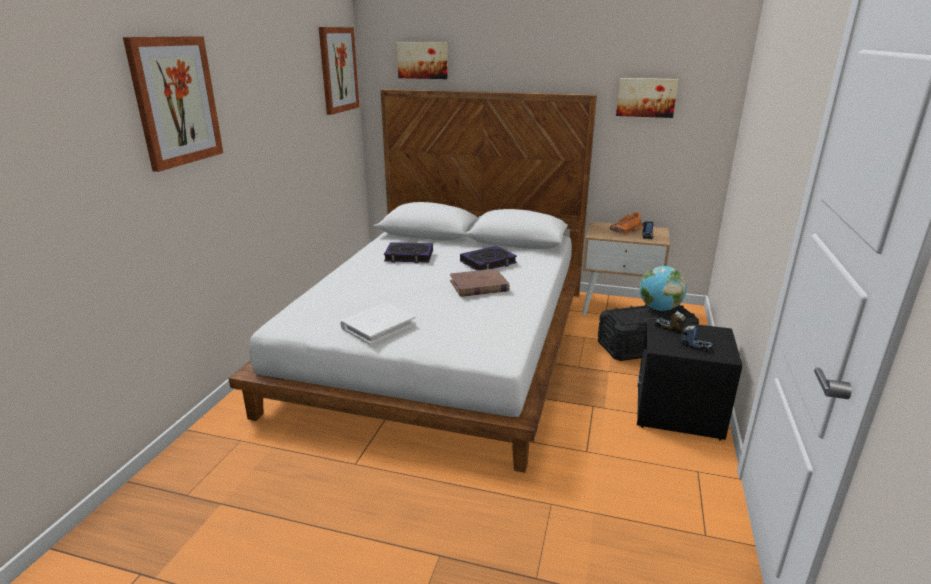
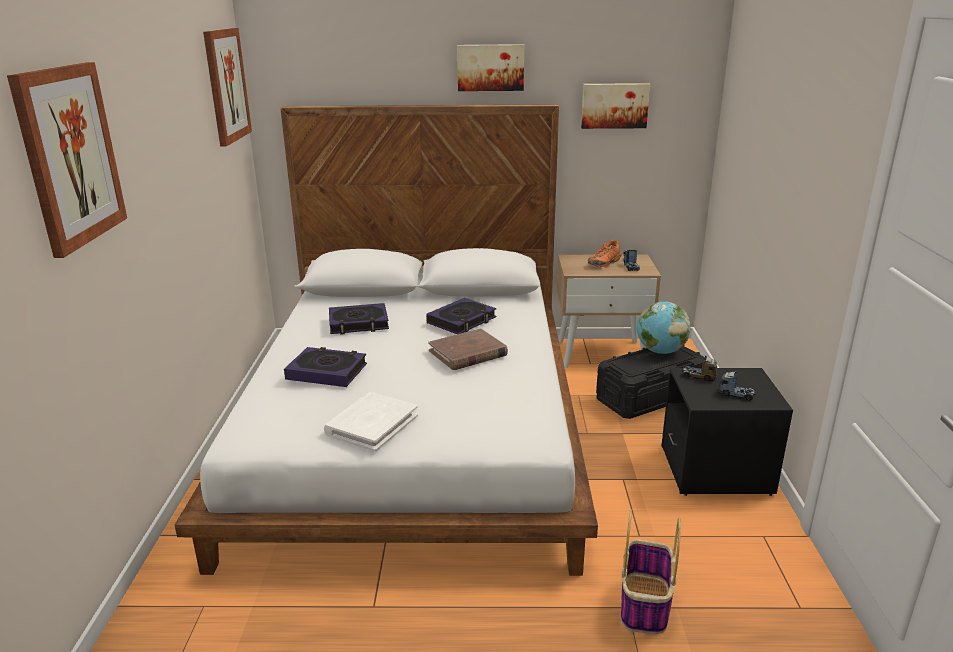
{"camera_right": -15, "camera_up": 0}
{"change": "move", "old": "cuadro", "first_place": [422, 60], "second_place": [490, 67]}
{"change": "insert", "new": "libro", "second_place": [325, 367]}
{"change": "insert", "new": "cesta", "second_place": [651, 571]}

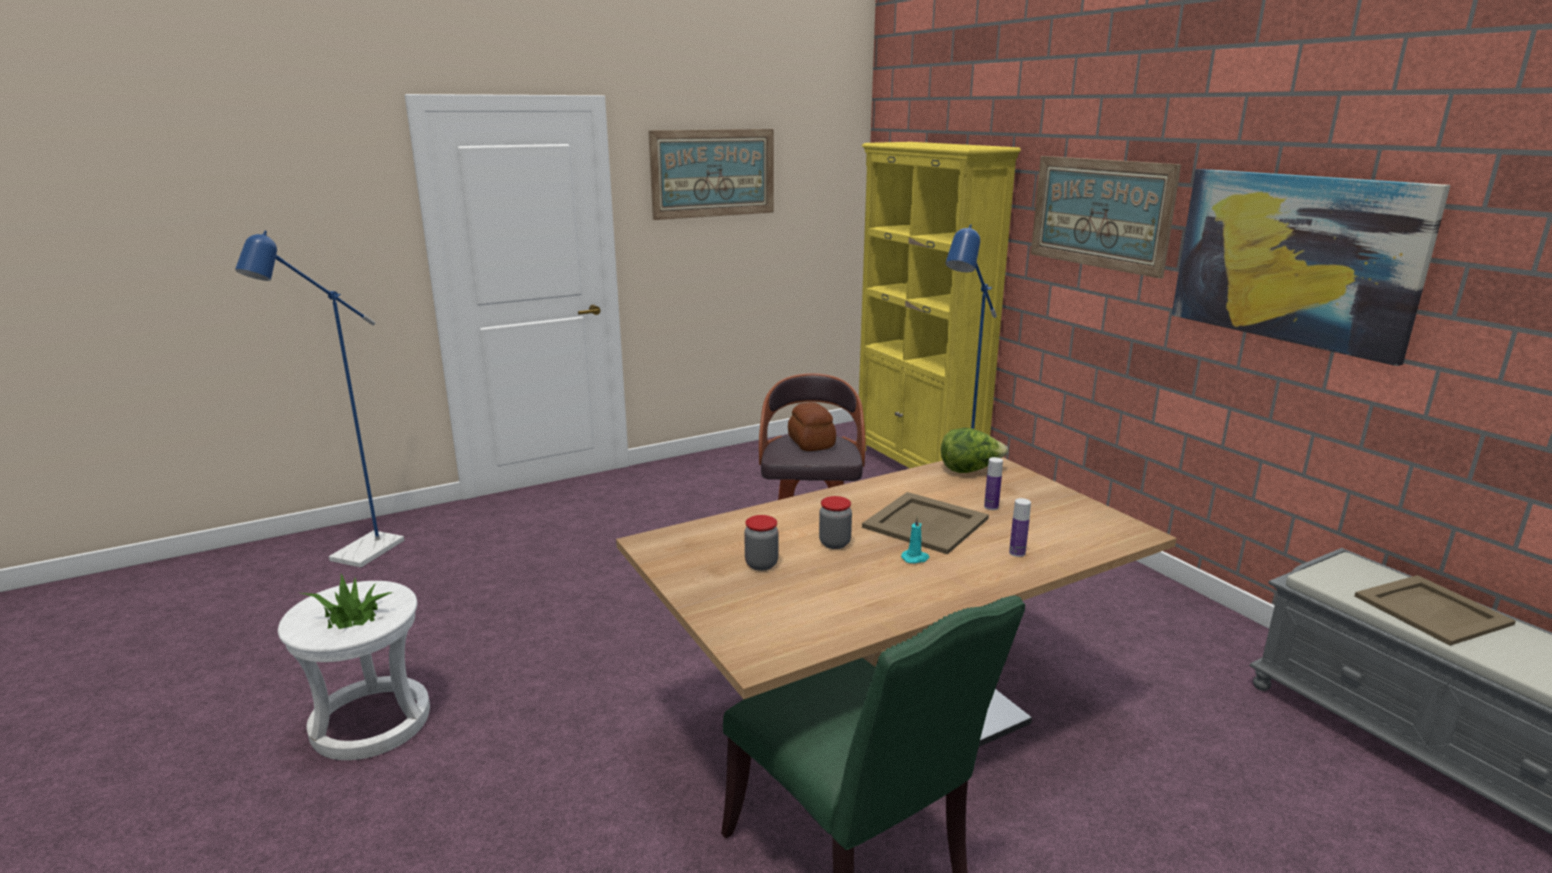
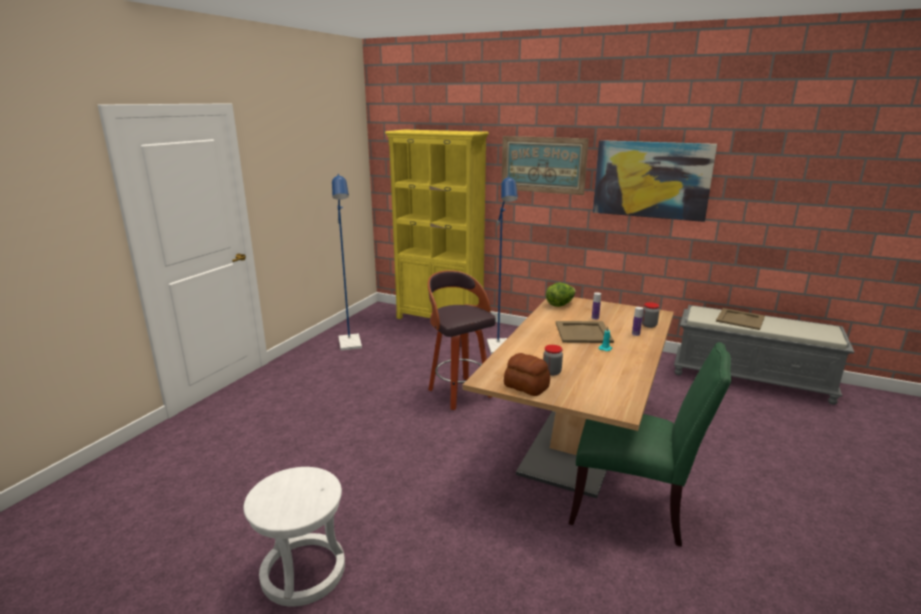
{"camera_right": -35, "camera_up": 0}
{"change": "move", "old": "lámpara de pie (azul)", "first_place": [320, 398], "second_place": [347, 262]}
{"change": "delete", "old": "planta en maceta", "first_place": [347, 601]}
{"change": "delete", "old": "cuadro", "first_place": [711, 174]}
{"change": "move", "old": "pan", "first_place": [812, 426], "second_place": [527, 374]}
{"change": "move", "old": "tarro", "first_place": [835, 522], "second_place": [651, 315]}

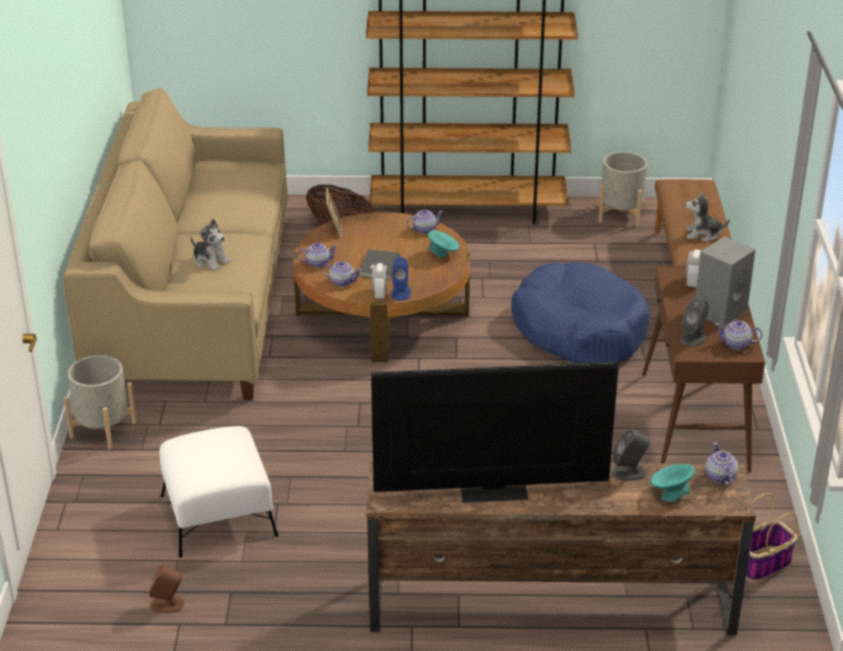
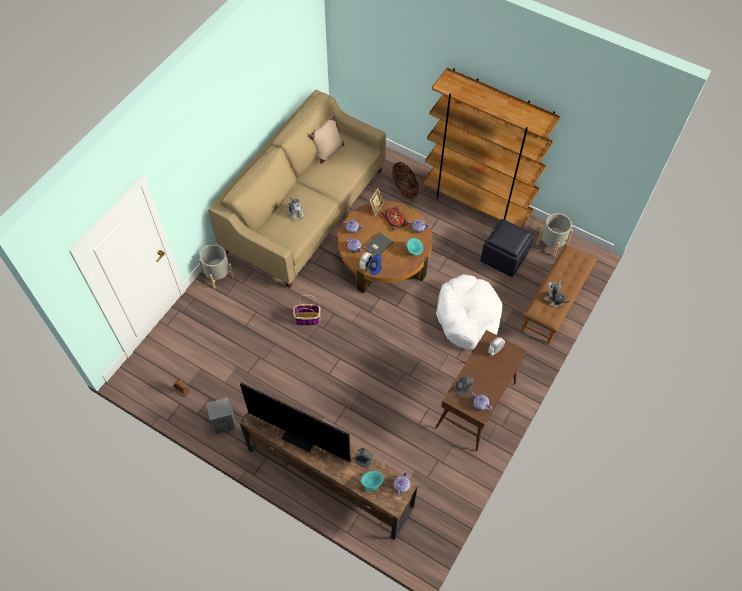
{"camera_right": 30, "camera_up": 25}
{"change": "delete", "old": "puf (blanco)", "first_place": [218, 492]}
{"change": "recolor", "old": "cama para perro (azul)", "new": "cama para perro (blanco)", "first_place": [580, 312], "second_place": [469, 312]}
{"change": "move", "old": "altavoz (gris)", "first_place": [725, 282], "second_place": [221, 416]}
{"change": "move", "old": "cesta", "first_place": [771, 537], "second_place": [306, 310]}
{"change": "insert", "new": "cojín (beis)", "second_place": [327, 139]}
{"change": "insert", "new": "libro", "second_place": [395, 218]}
{"change": "insert", "new": "puf (negro)", "second_place": [507, 248]}

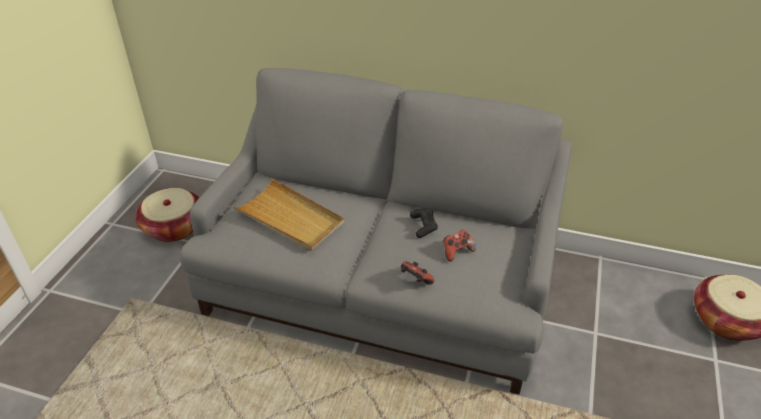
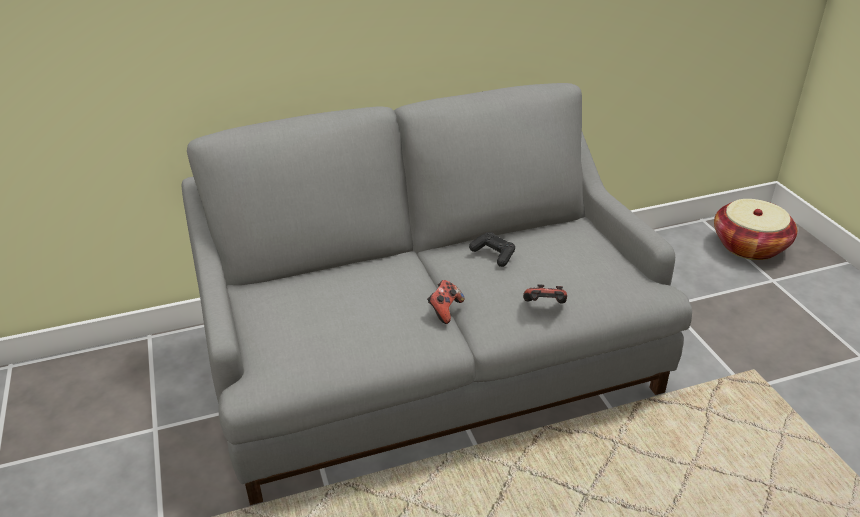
{"camera_right": -35, "camera_up": -5}
{"change": "delete", "old": "cesta", "first_place": [167, 215]}
{"change": "delete", "old": "bandeja (beis)", "first_place": [288, 214]}
{"change": "move", "old": "mando de consola", "first_place": [459, 245], "second_place": [445, 302]}

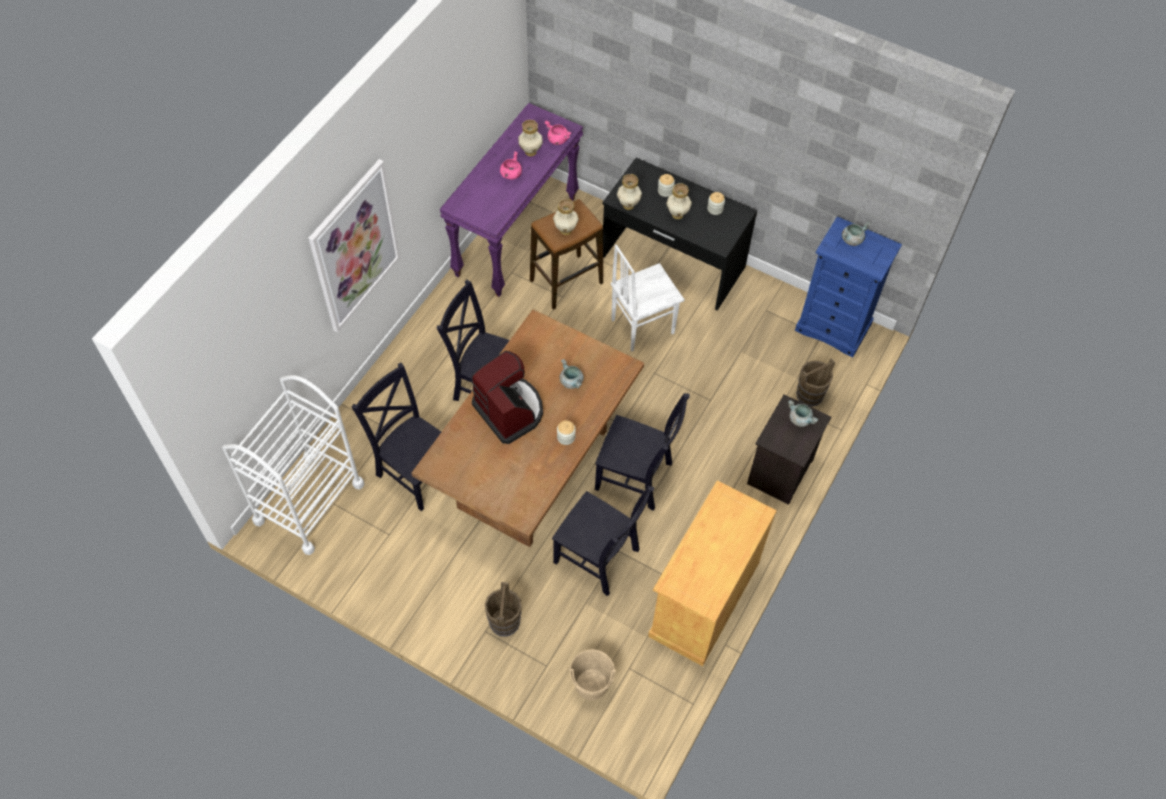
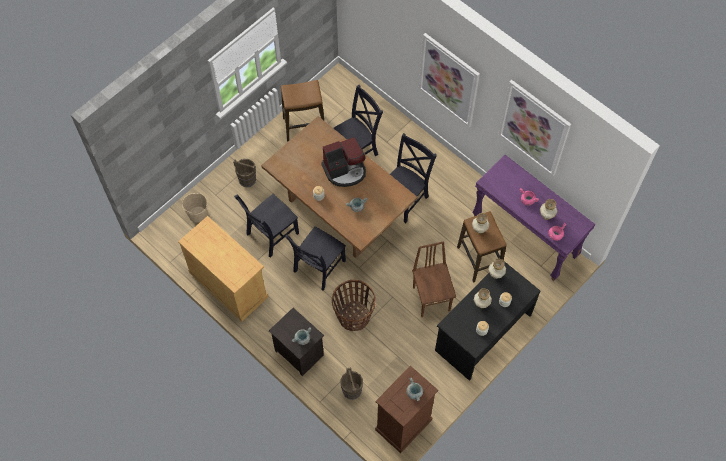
{"camera_right": 105, "camera_up": 5}
{"change": "delete", "old": "carrito (blanco)", "first_place": [293, 465]}
{"change": "recolor", "old": "silla (blanco)", "new": "silla (marrón)", "first_place": [648, 298], "second_place": [434, 279]}
{"change": "recolor", "old": "cómoda (azul)", "new": "cómoda (marrón)", "first_place": [848, 286], "second_place": [406, 409]}
{"change": "insert", "new": "taburete", "second_place": [302, 110]}
{"change": "insert", "new": "cesta", "second_place": [354, 305]}
{"change": "insert", "new": "cuadro", "second_place": [534, 128]}

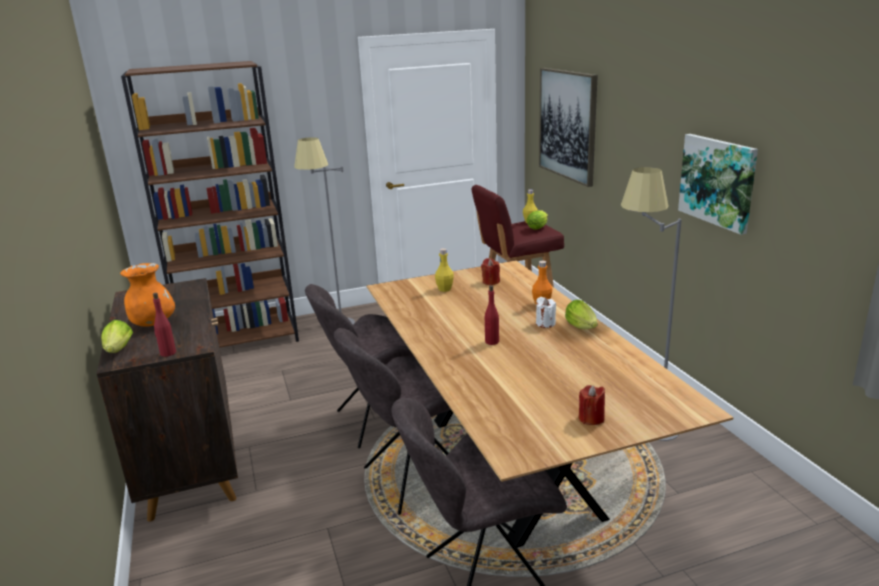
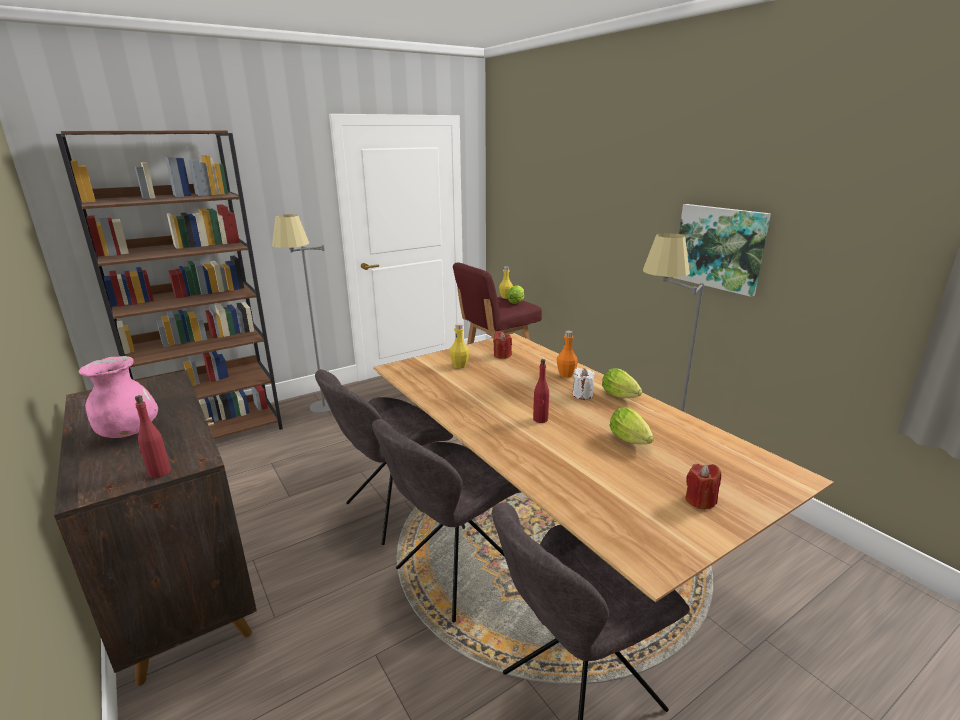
{"camera_right": -15, "camera_up": 0}
{"change": "move", "old": "lechuga", "first_place": [117, 336], "second_place": [631, 425]}
{"change": "recolor", "old": "florero (naranja)", "new": "florero (rosa)", "first_place": [147, 295], "second_place": [118, 397]}
{"change": "delete", "old": "cuadro", "first_place": [568, 127]}

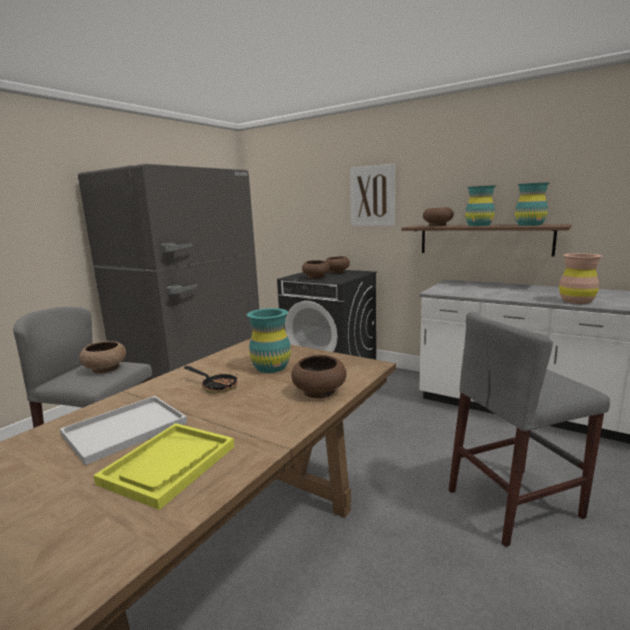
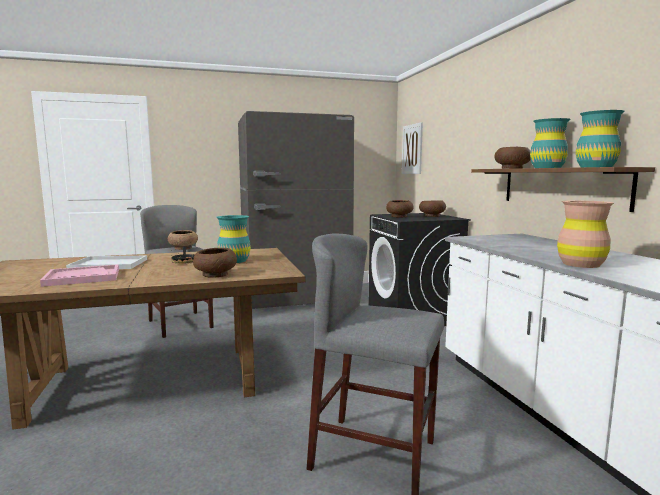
{"camera_right": 40, "camera_up": -5}
{"change": "recolor", "old": "bandeja (amarillo)", "new": "bandeja (rosa)", "first_place": [163, 466], "second_place": [79, 275]}
{"change": "move", "old": "cuadro", "first_place": [372, 195], "second_place": [412, 148]}

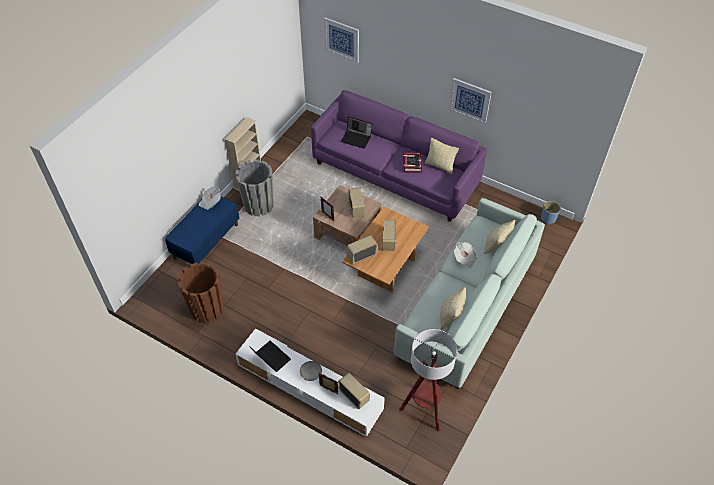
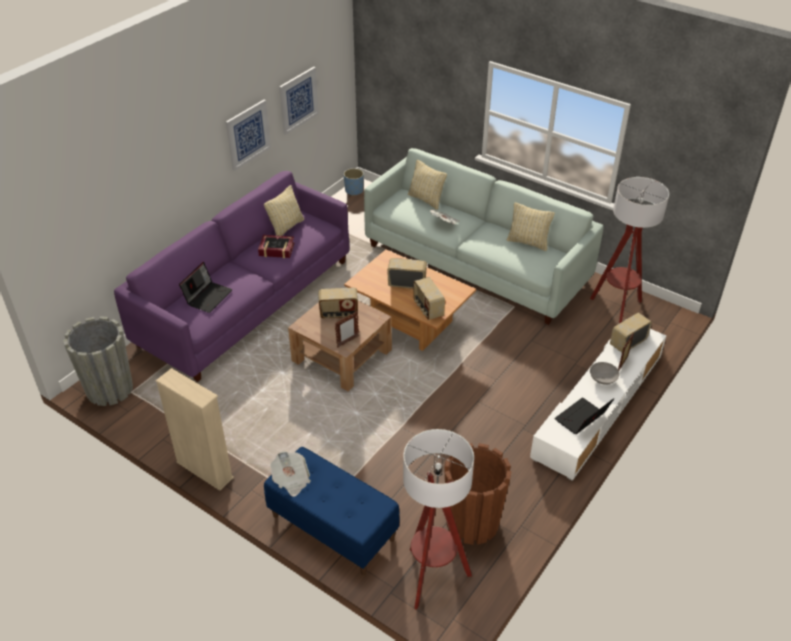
{"camera_right": -85, "camera_up": -10}
{"change": "move", "old": "maceta (gris)", "first_place": [254, 188], "second_place": [98, 361]}
{"change": "move", "old": "cuadro", "first_place": [341, 40], "second_place": [299, 101]}
{"change": "insert", "new": "lámpara de pie", "second_place": [438, 519]}

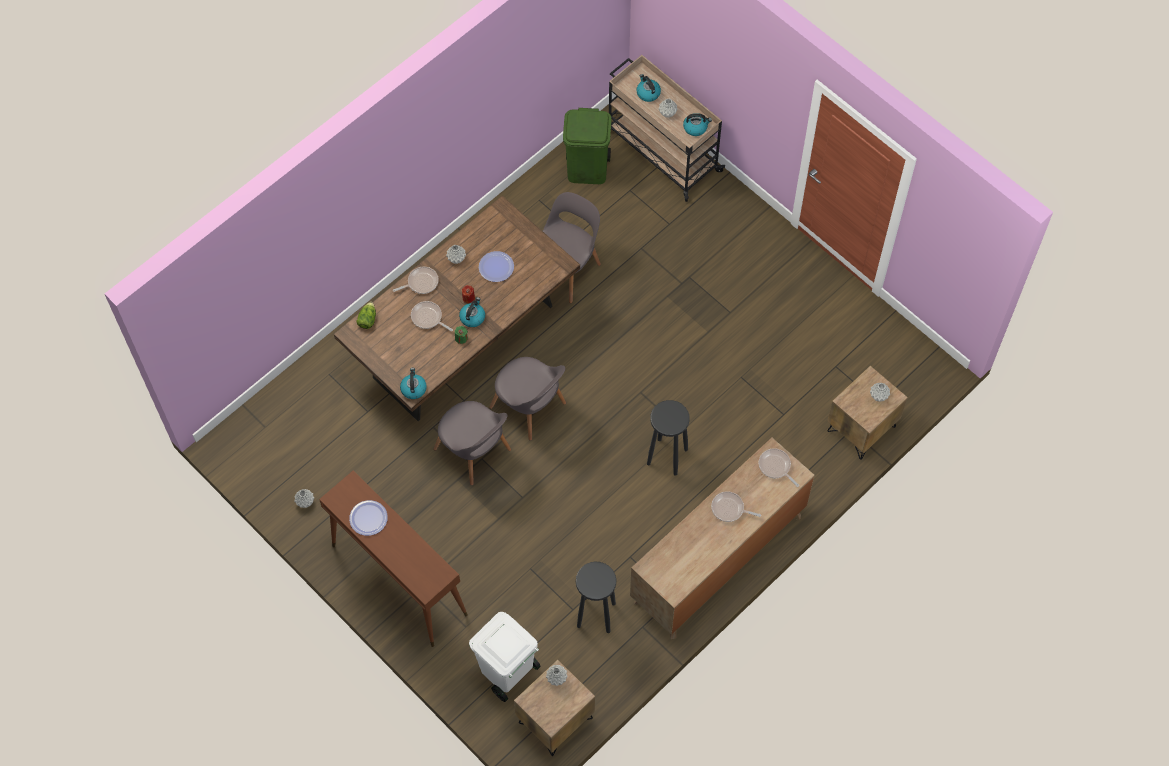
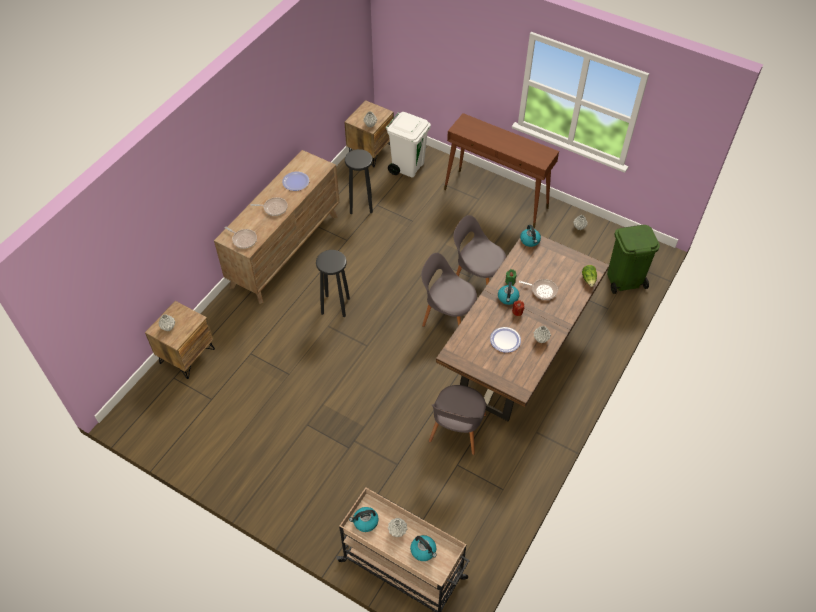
{"camera_right": 165, "camera_up": -10}
{"change": "move", "old": "plato", "first_place": [368, 518], "second_place": [295, 181]}
{"change": "delete", "old": "sartén", "first_place": [416, 280]}
{"change": "move", "old": "papelera (verde)", "first_place": [587, 146], "second_place": [633, 259]}

